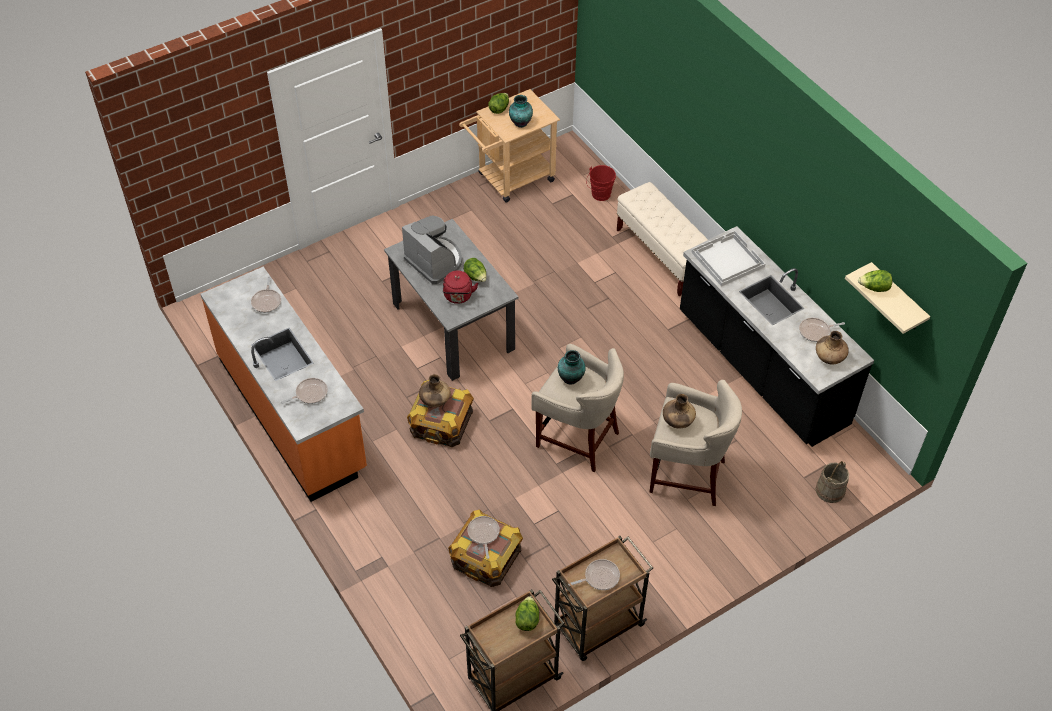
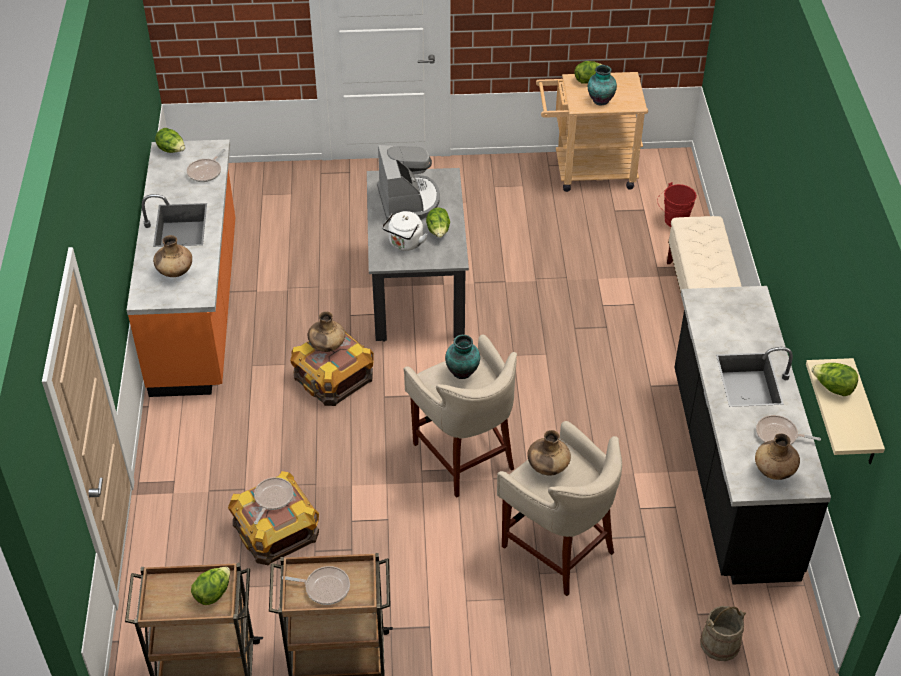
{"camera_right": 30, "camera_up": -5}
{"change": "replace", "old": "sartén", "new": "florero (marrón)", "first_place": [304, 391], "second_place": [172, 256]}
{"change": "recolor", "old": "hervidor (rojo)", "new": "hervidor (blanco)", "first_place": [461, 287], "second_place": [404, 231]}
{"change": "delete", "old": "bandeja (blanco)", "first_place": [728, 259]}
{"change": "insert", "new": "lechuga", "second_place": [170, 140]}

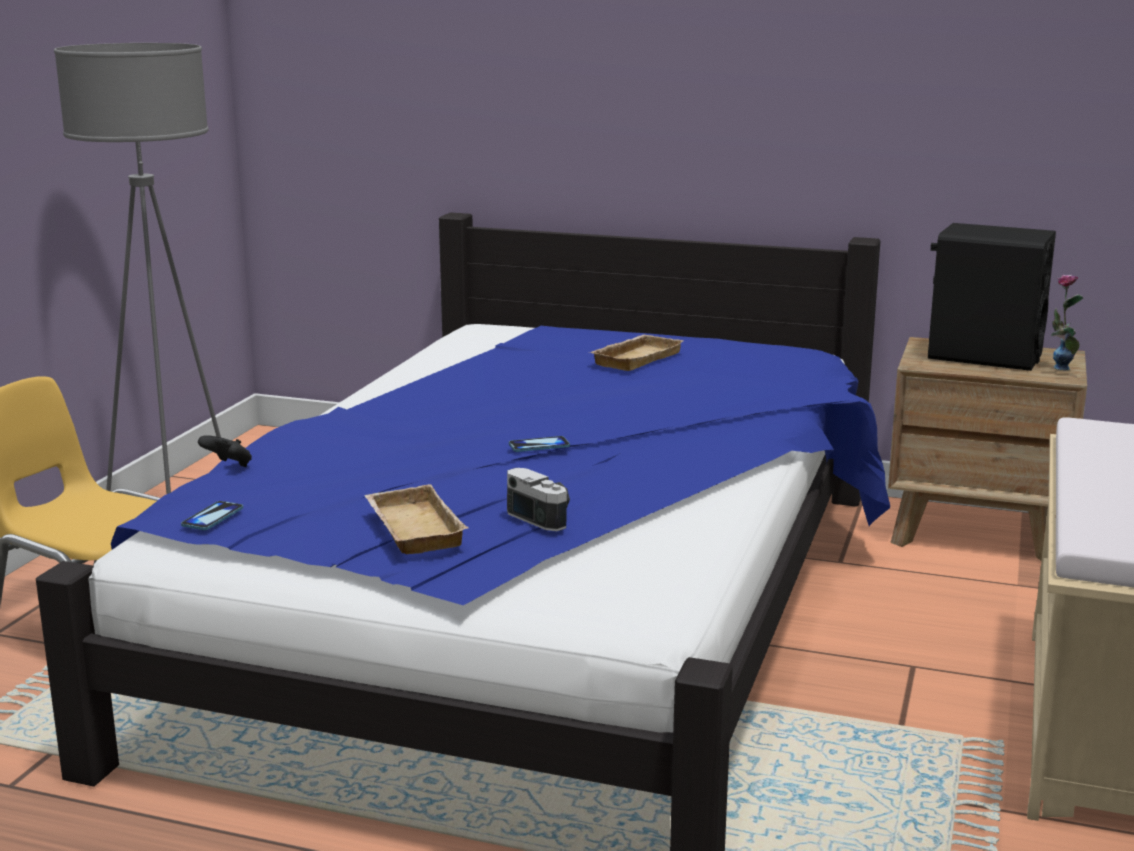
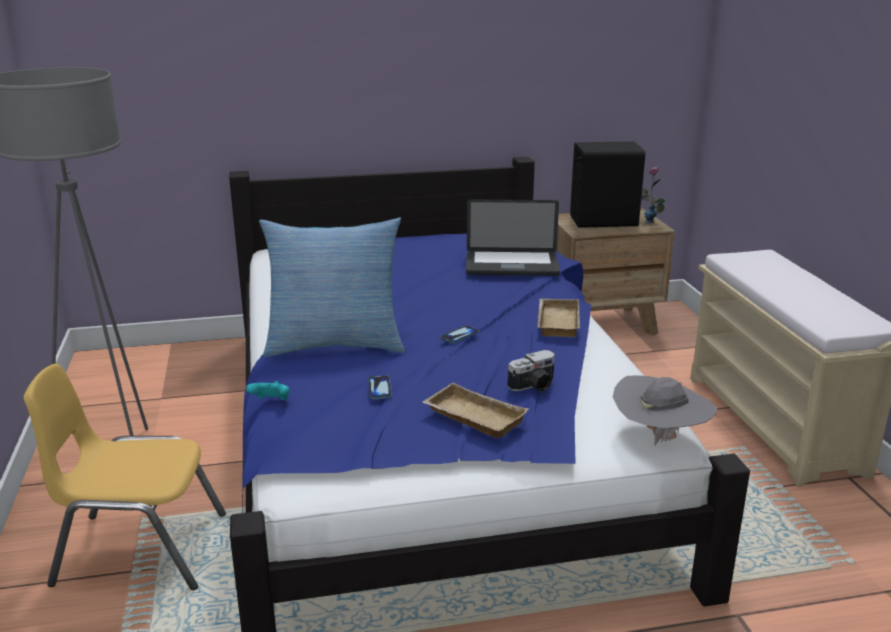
{"camera_right": -30, "camera_up": 5}
{"change": "move", "old": "móvil", "first_place": [212, 515], "second_place": [380, 387]}
{"change": "recolor", "old": "mando de consola (negro)", "new": "mando de consola (turquesa)", "first_place": [225, 451], "second_place": [268, 390]}
{"change": "rotate", "old": "cámara", "first_place": [538, 499], "second_place": [531, 371], "degrees": 135}
{"change": "move", "old": "bandeja (beis)", "first_place": [637, 353], "second_place": [559, 318]}
{"change": "insert", "new": "cojín", "second_place": [332, 287]}
{"change": "insert", "new": "portátil", "second_place": [513, 237]}
{"change": "insert", "new": "sombrero (gris)", "second_place": [665, 410]}

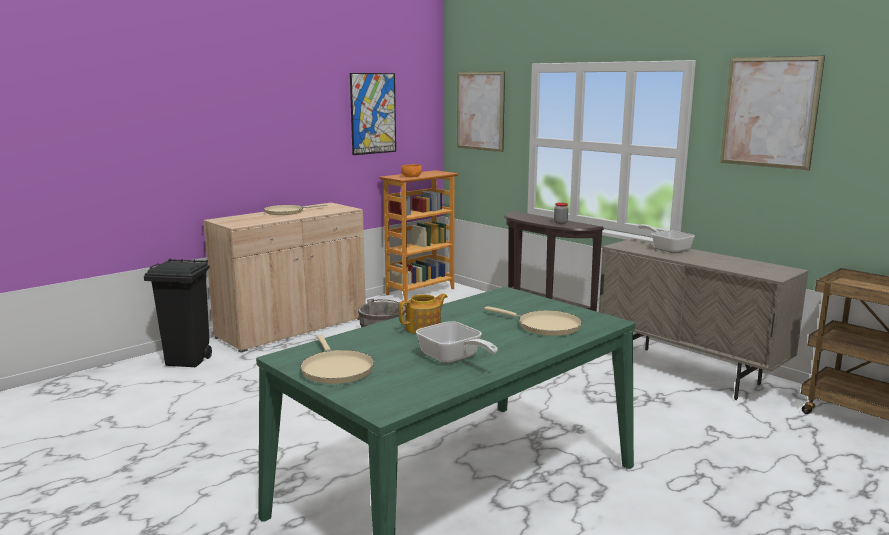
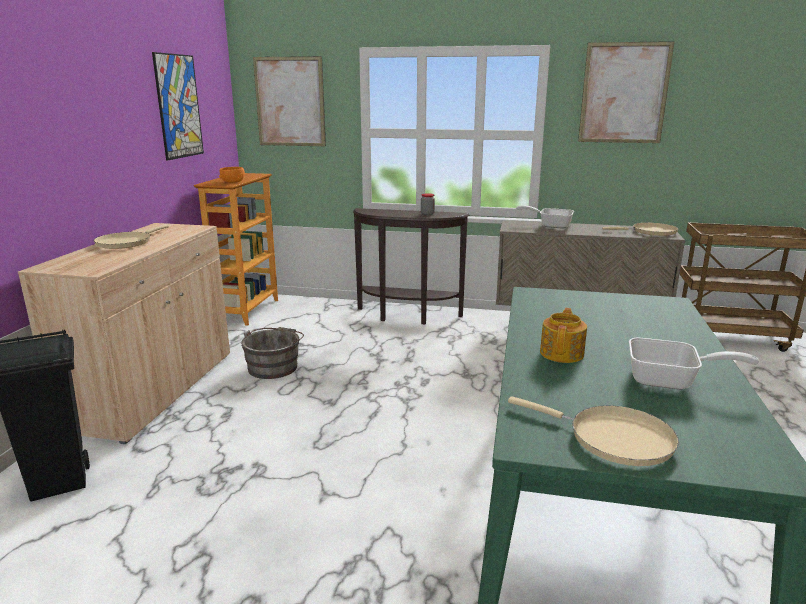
{"camera_right": -35, "camera_up": 5}
{"change": "move", "old": "sartén (beis)", "first_place": [533, 321], "second_place": [640, 229]}

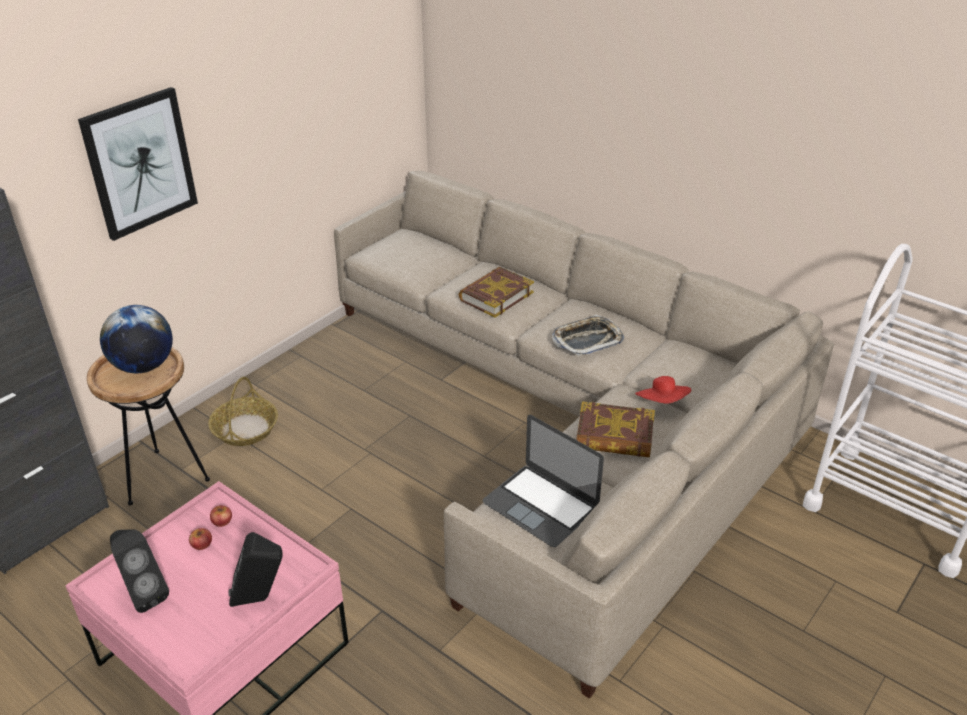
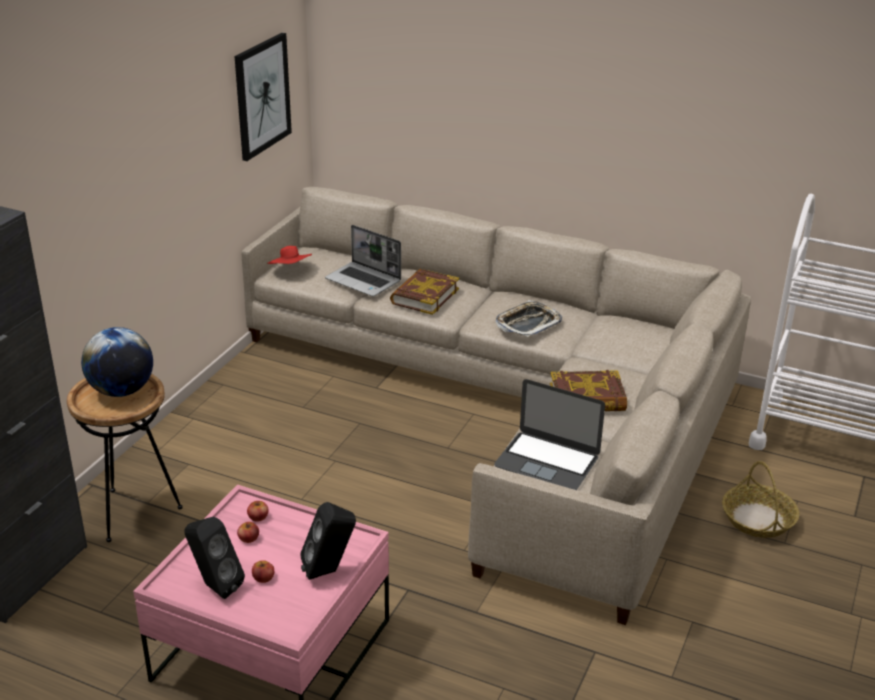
{"camera_right": -15, "camera_up": -5}
{"change": "move", "old": "cuadro", "first_place": [138, 164], "second_place": [263, 97]}
{"change": "move", "old": "cesta", "first_place": [243, 411], "second_place": [760, 499]}
{"change": "move", "old": "sombrero (rojo)", "first_place": [663, 389], "second_place": [289, 255]}
{"change": "insert", "new": "manzana", "second_place": [263, 571]}
{"change": "insert", "new": "portátil", "second_place": [363, 261]}

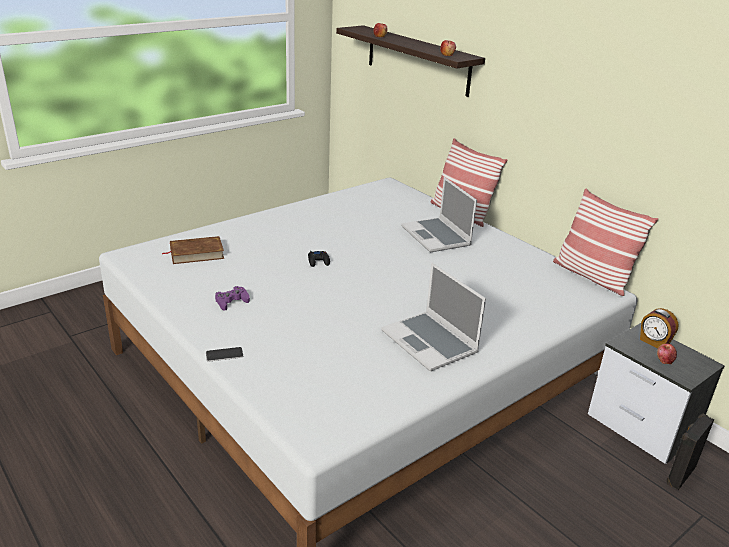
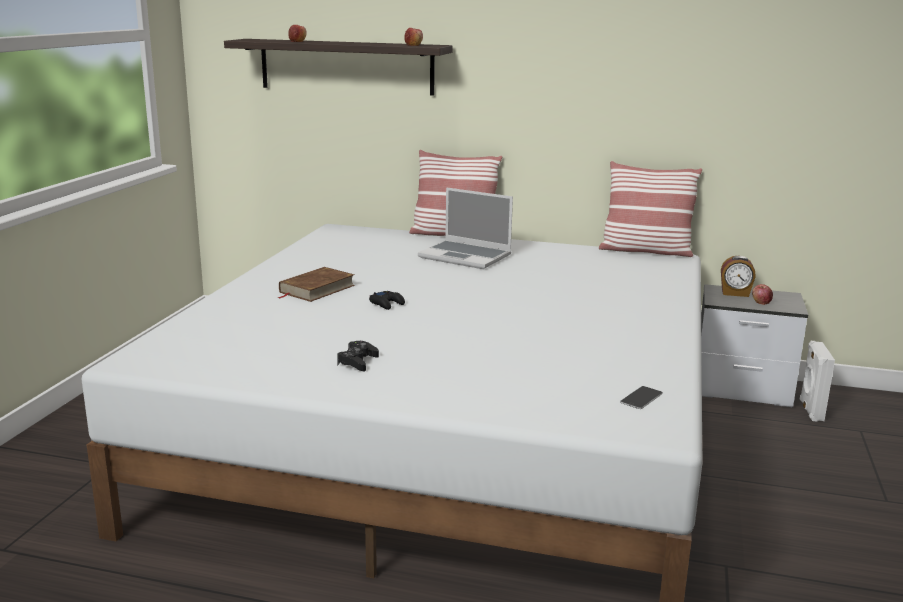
{"camera_right": -35, "camera_up": -10}
{"change": "move", "old": "libro (marrón)", "first_place": [193, 250], "second_place": [316, 284]}
{"change": "move", "old": "móvil", "first_place": [224, 354], "second_place": [641, 397]}
{"change": "recolor", "old": "mando de consola (morado)", "new": "mando de consola (negro)", "first_place": [232, 298], "second_place": [358, 356]}
{"change": "delete", "old": "portátil", "first_place": [433, 317]}
{"change": "recolor", "old": "altavoz (negro)", "new": "altavoz (blanco)", "first_place": [690, 451], "second_place": [817, 381]}

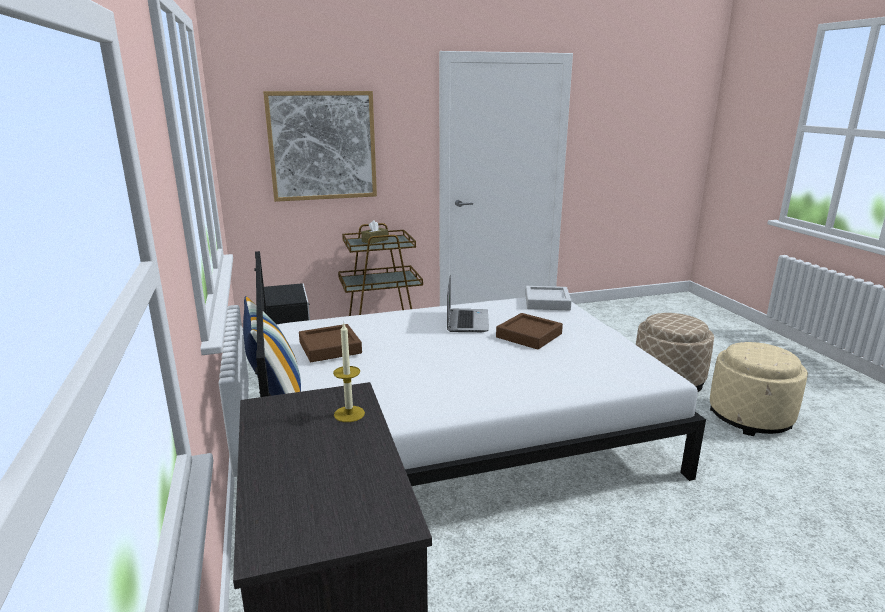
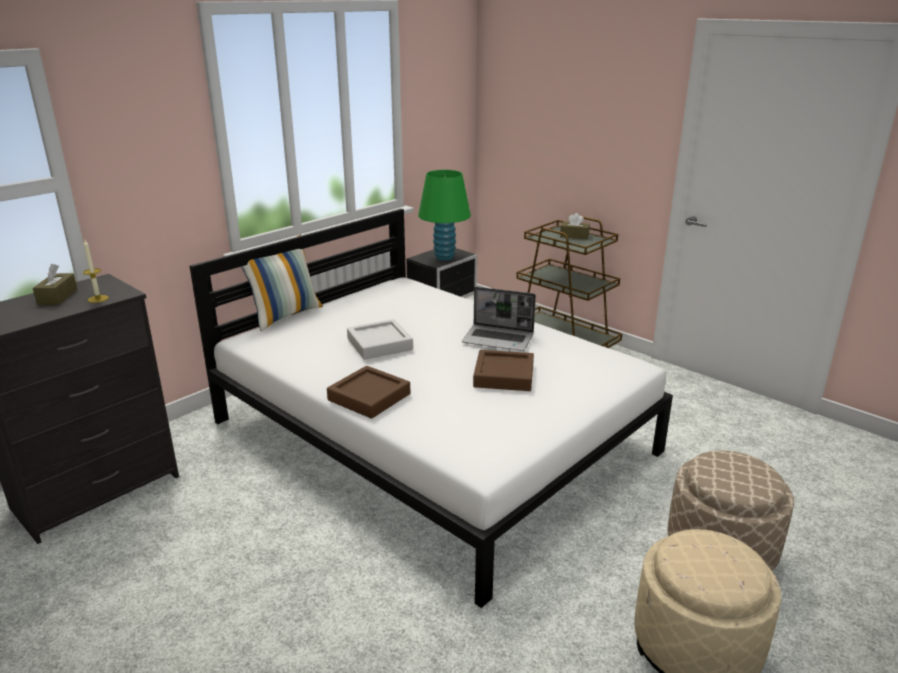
{"camera_right": 60, "camera_up": 5}
{"change": "delete", "old": "cuadro", "first_place": [320, 146]}
{"change": "move", "old": "bandeja (marrón)", "first_place": [330, 343], "second_place": [368, 392]}
{"change": "rotate", "old": "portátil", "first_place": [468, 303], "second_place": [499, 319], "degrees": 45}
{"change": "move", "old": "bandeja (gris)", "first_place": [548, 298], "second_place": [380, 339]}
{"change": "insert", "new": "caja de pañuelos (marrón)", "second_place": [55, 284]}
{"change": "insert", "new": "lámpara de mesa (verde)", "second_place": [444, 215]}

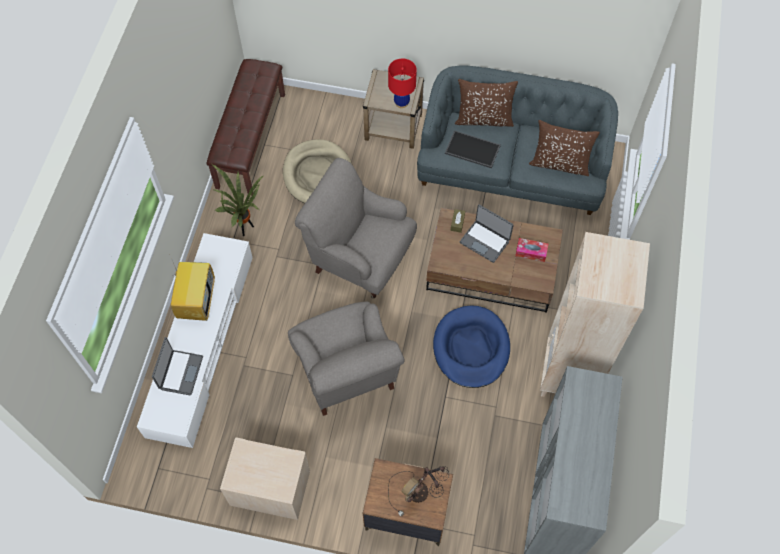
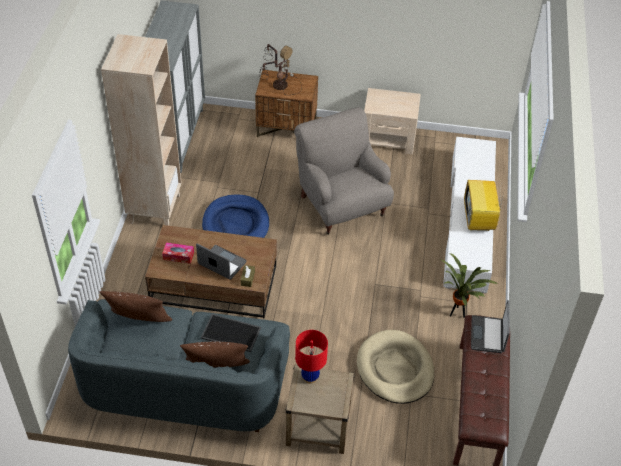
{"camera_right": 175, "camera_up": -15}
{"change": "move", "old": "portátil", "first_place": [177, 366], "second_place": [490, 326]}
{"change": "delete", "old": "sillón (gris)", "first_place": [356, 228]}

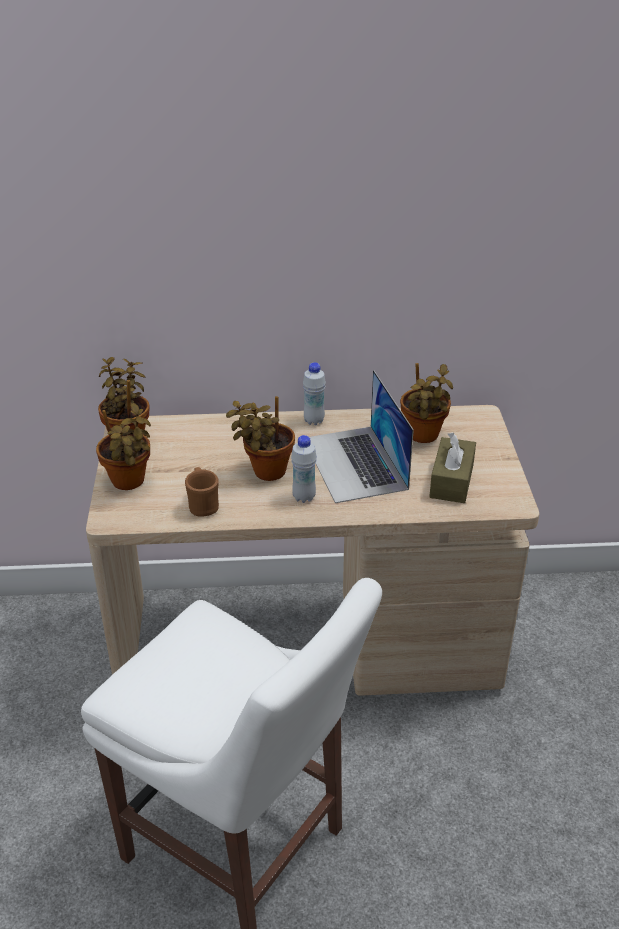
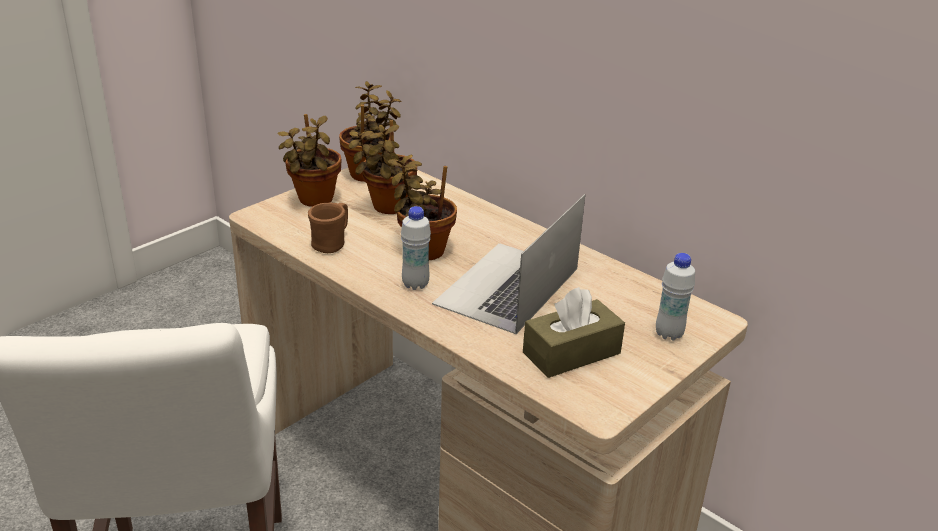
{"camera_right": 45, "camera_up": -5}
{"change": "move", "old": "botella (blanco)", "first_place": [314, 393], "second_place": [675, 297]}
{"change": "move", "old": "planta en maceta", "first_place": [426, 403], "second_place": [382, 167]}

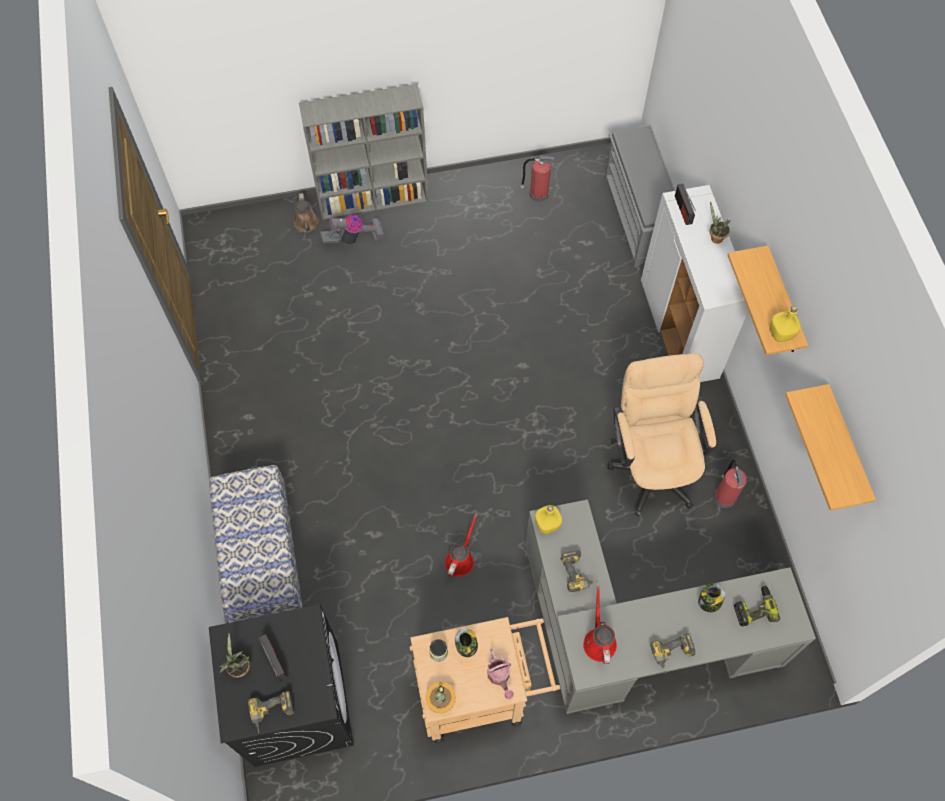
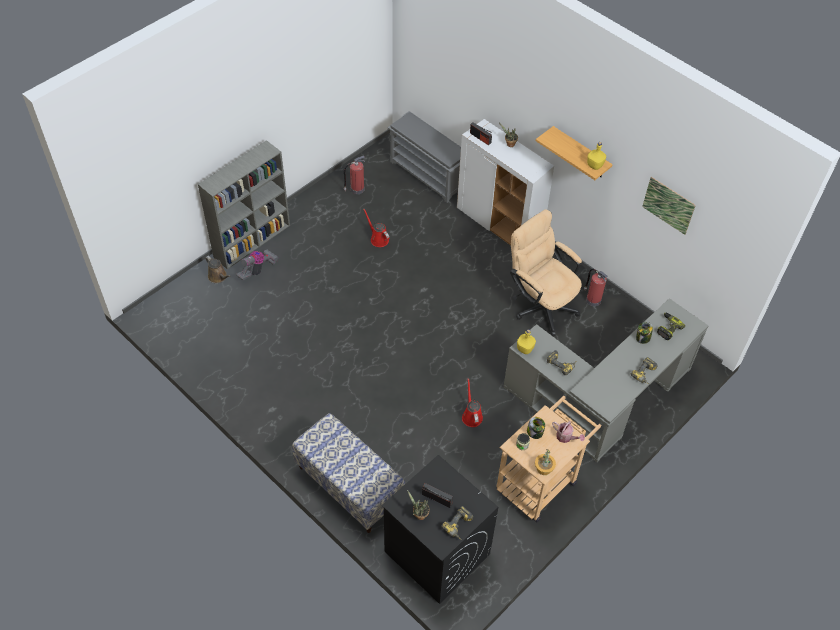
{"camera_right": -35, "camera_up": -10}
{"change": "move", "old": "regadera (rojo)", "first_place": [600, 625], "second_place": [376, 228]}
{"change": "replace", "old": "estante", "new": "cuadro", "first_place": [830, 447], "second_place": [669, 206]}

